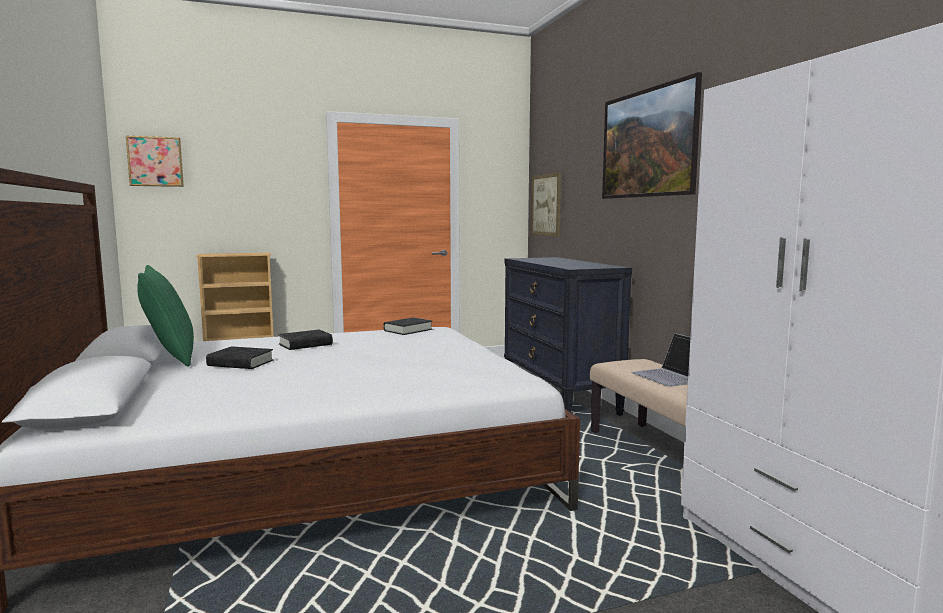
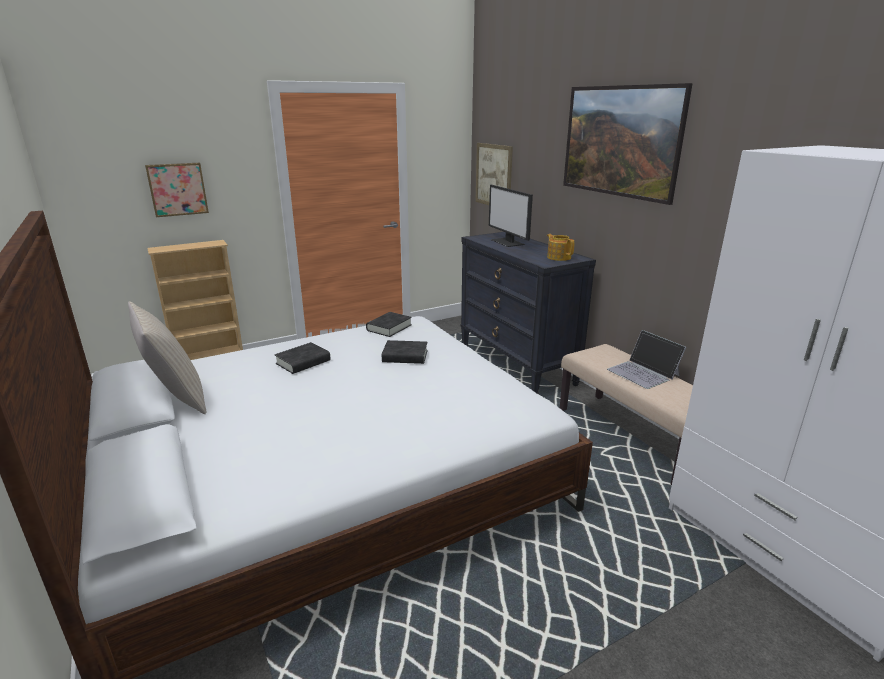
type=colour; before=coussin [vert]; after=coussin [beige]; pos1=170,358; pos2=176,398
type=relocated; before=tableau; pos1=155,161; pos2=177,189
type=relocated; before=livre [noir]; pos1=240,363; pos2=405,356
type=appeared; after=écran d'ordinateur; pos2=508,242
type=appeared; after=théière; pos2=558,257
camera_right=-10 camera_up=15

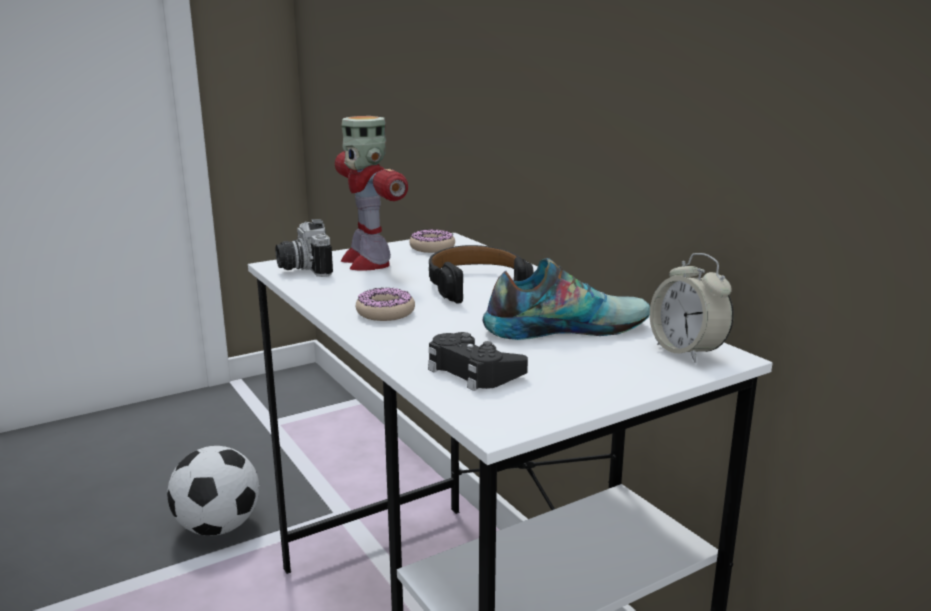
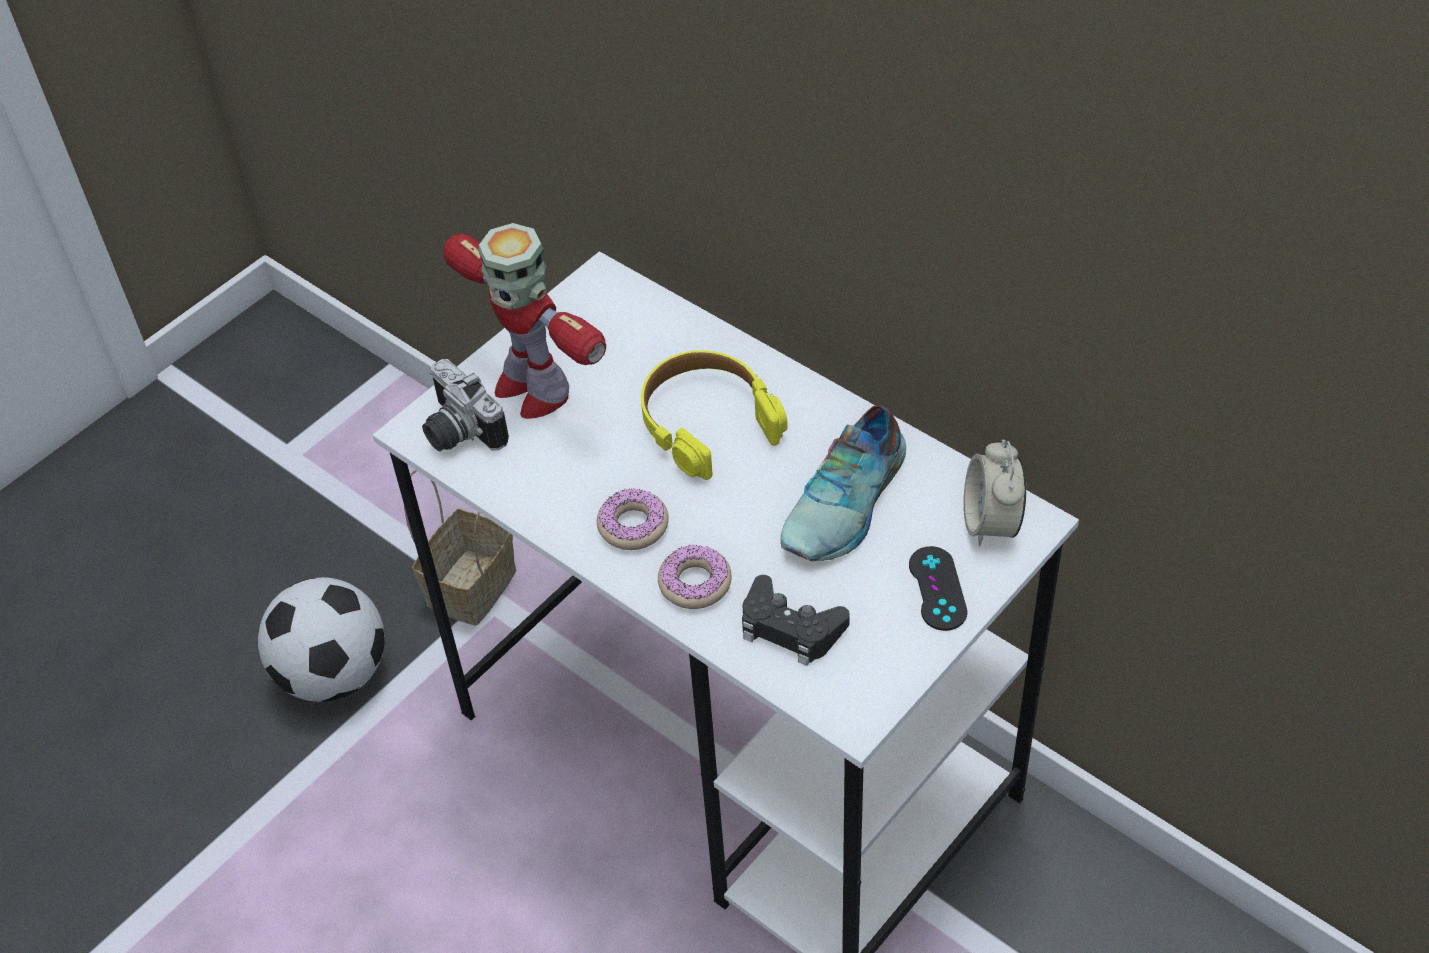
type=appeared; after=panier; pos2=471,590
type=colour; before=casque audio [noir]; after=casque audio [jaune]; pos1=477,285; pos2=707,422
type=relocated; before=beignet; pos1=432,248; pos2=695,583
type=spun; before=chaussure; pos1=564,327; pos2=848,503; turn=150
type=appeared; after=manette [noir]; pos2=937,588
type=spun; before=réveil; pos1=686,351; pos2=991,523; turn=45
camera_right=-15 camera_up=30

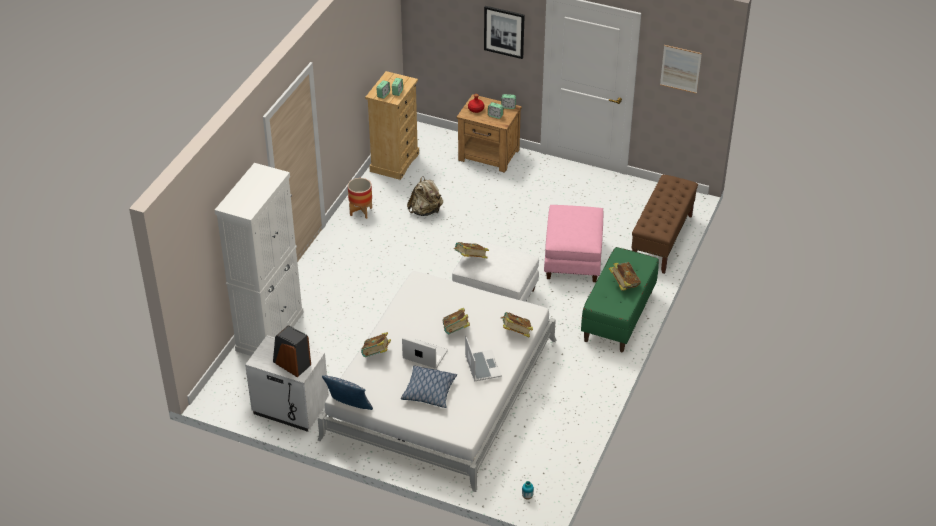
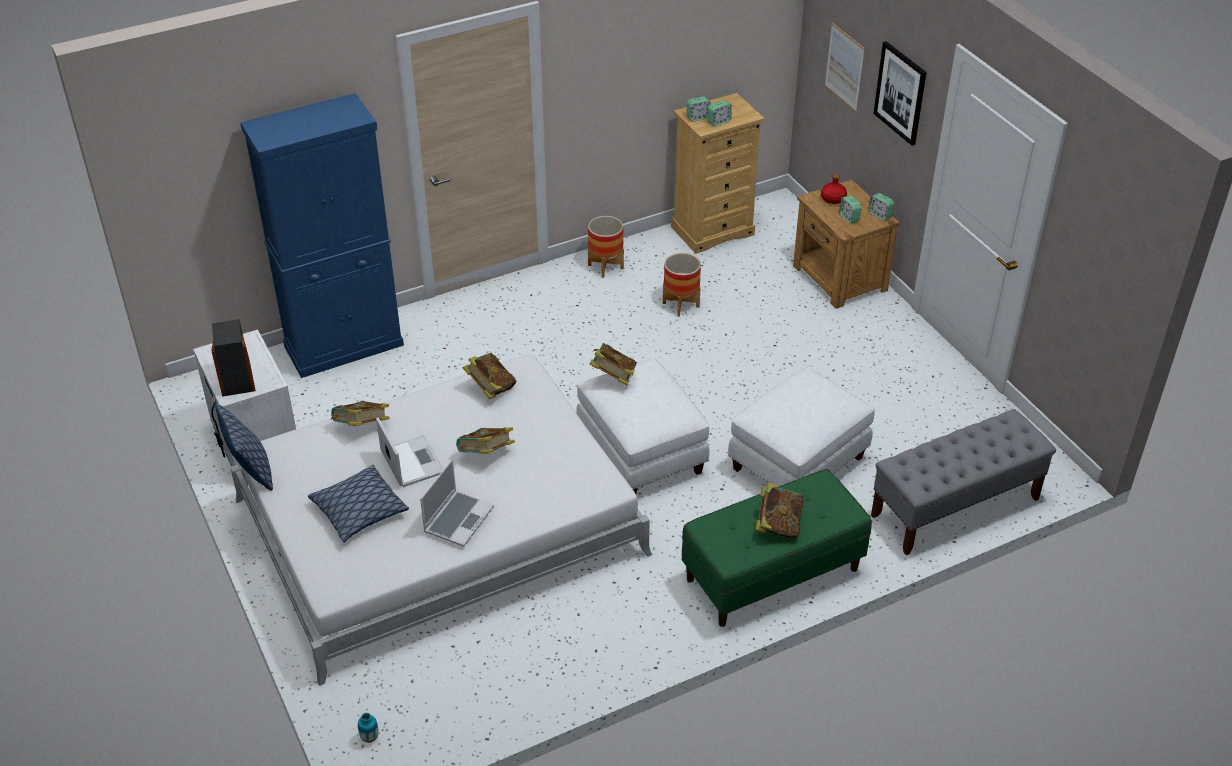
type=colour; before=meuble de rangement [blanc]; after=meuble de rangement [bleu]; pos1=270,331; pos2=344,346
type=relocated; before=livre; pos1=516,333; pos2=490,388
type=exchanged; before=sac à dos [beige]; after=cache-pot; pos1=425,211; pos2=681,305
type=colour; before=pouf [rose]; after=pouf [blanc]; pos1=573,259; pos2=798,464
type=relocated; before=tableau; pos1=680,69; pos2=844,67
type=colour; before=banc [marron]; after=banc [gris]; pos1=662,240; pos2=954,507
camera_right=40 camera_up=0

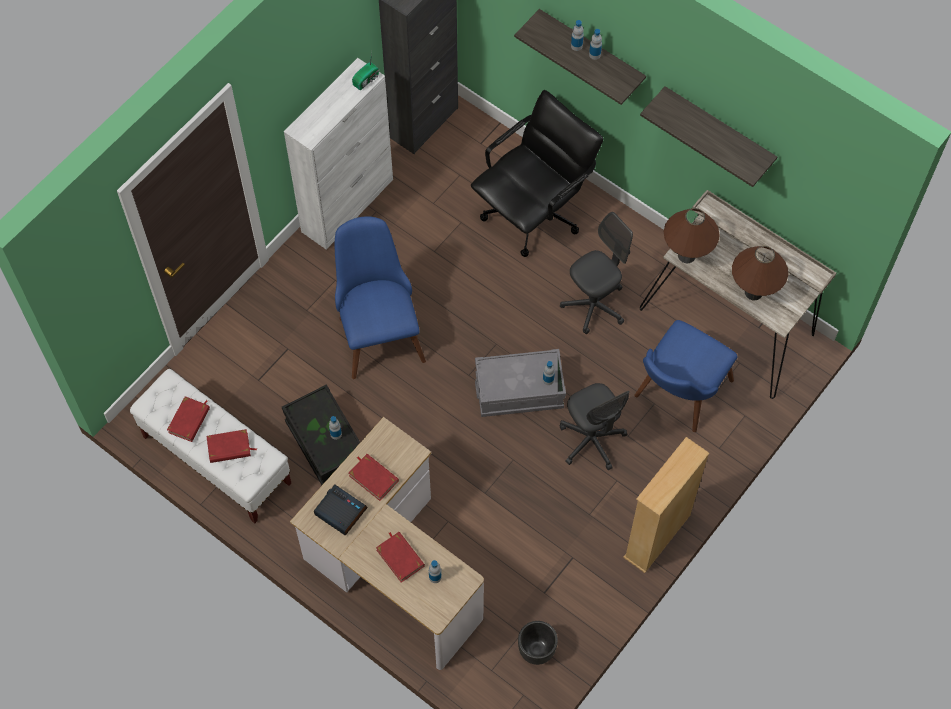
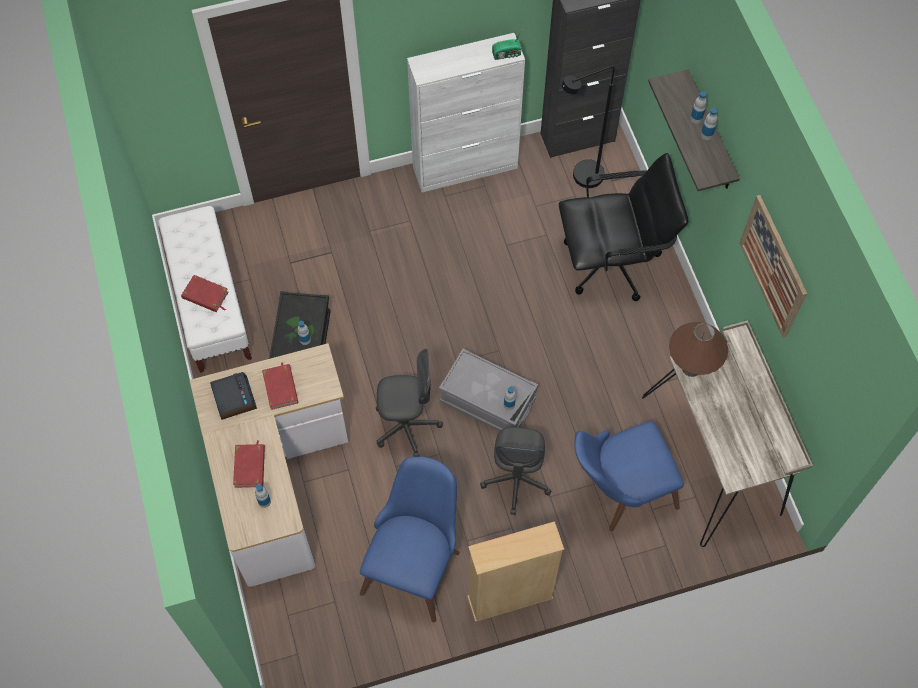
type=relocated; before=chaise [bleu]; pos1=377,329; pos2=415,560
type=relocated; before=chaise de bureau [gris]; pos1=594,305; pos2=406,427
type=appeared; after=lampadaire [noir]; pos2=580,179
type=exchanged; before=étagère; after=tableau; pos1=718,131; pos2=773,266
type=missing; before=livre [rouge]; pos1=189,420
type=missing; before=cache-pot [noir]; pos1=537,649
type=missing; before=lampe de table [marron]; pos1=753,292
camera_right=35 camera_up=0

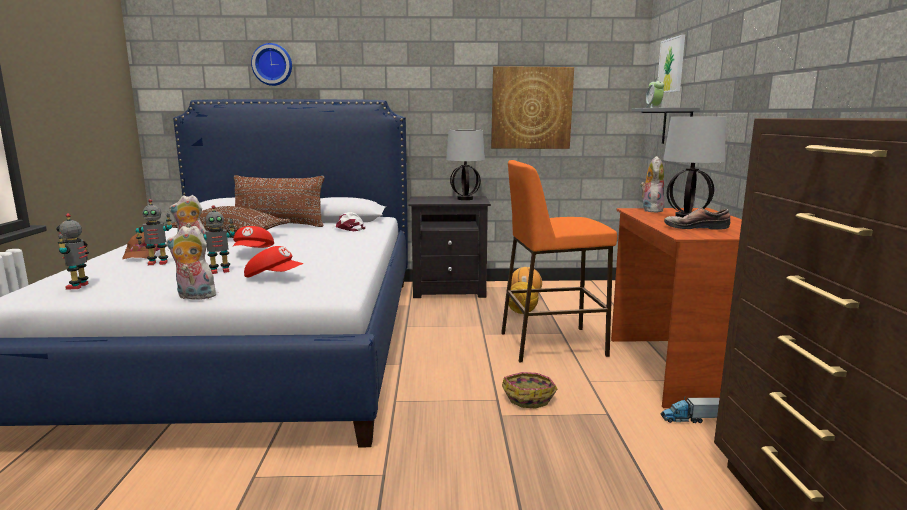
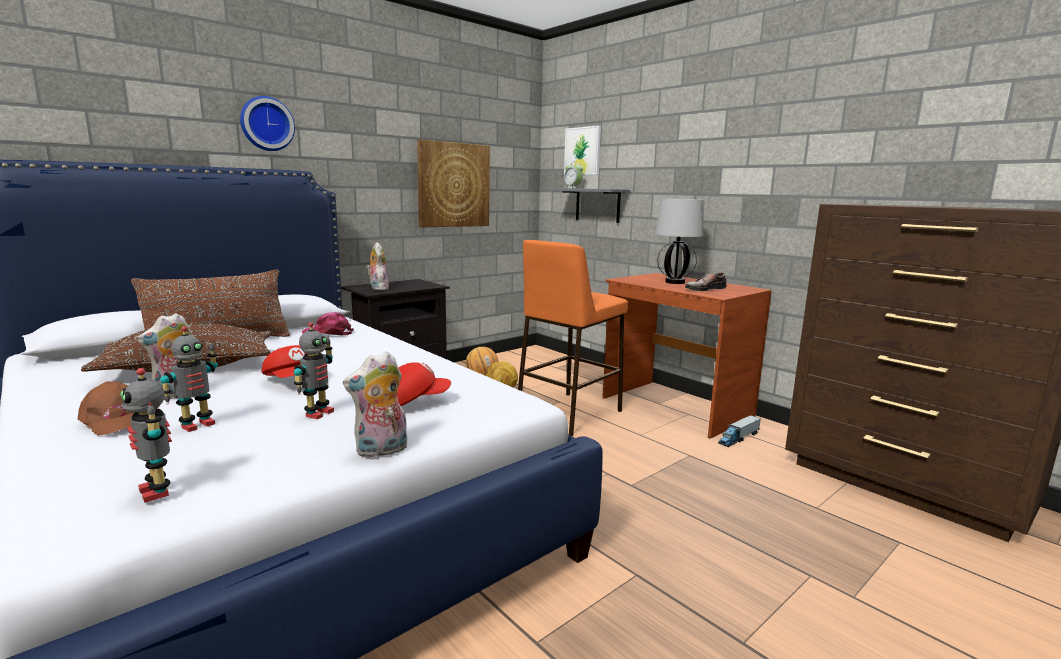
type=relocated; before=horloge murale; pos1=272,64; pos2=266,124
type=colour; before=casquette [blanc]; after=casquette [rose]; pos1=348,228; pos2=328,333
type=relocated; before=peluche; pos1=650,210; pos2=378,288
type=missing; before=lampe de table; pos1=465,199
type=missing; before=panier; pos1=529,397
camera_right=-40 camera_up=0

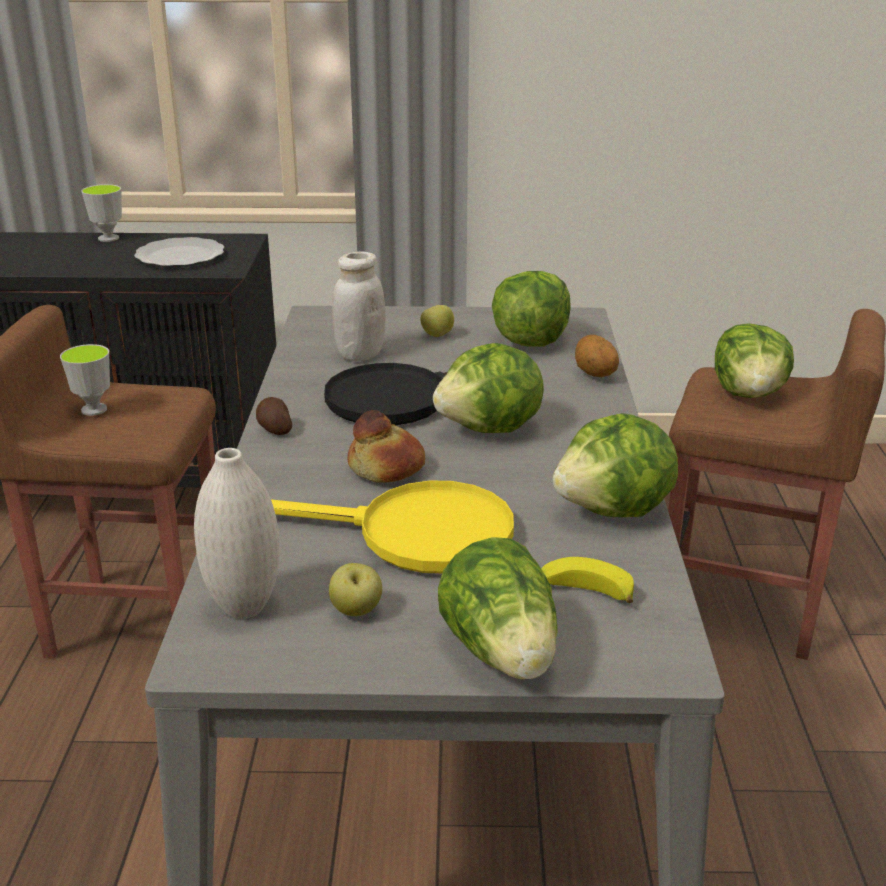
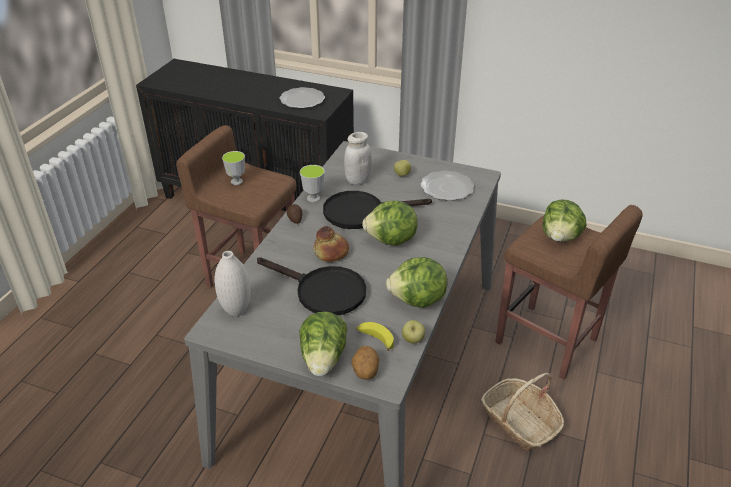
type=colour; before=poêle [jaune]; after=poêle [noir]; pos1=413,534; pos2=322,291
type=relocated; before=tasse; pos1=108,238; pos2=313,198
type=relocated; before=pomme de terre; pos1=594,375; pos2=365,372
type=relocated; before=pomme; pos1=356,611; pos2=413,340
type=exchanged; before=laitue; after=assiette; pos1=530,341; pos2=446,188
type=appeared; after=panier; pos2=520,422
camera_right=20 camera_up=10

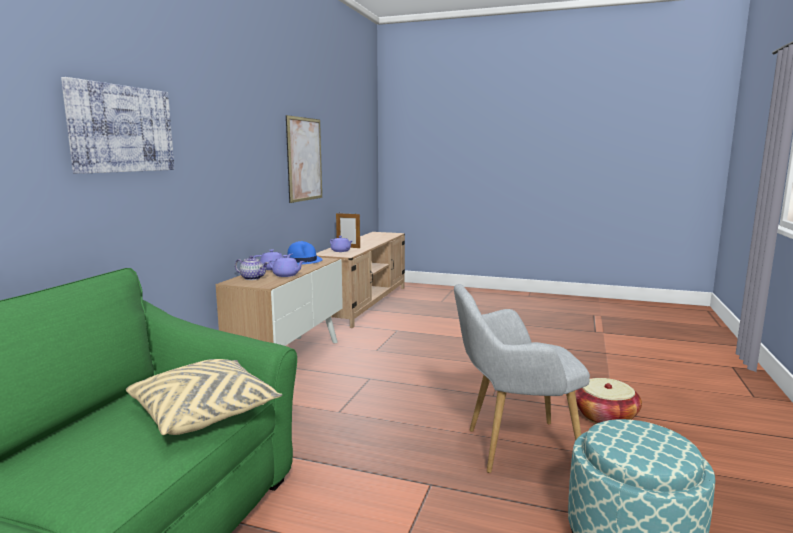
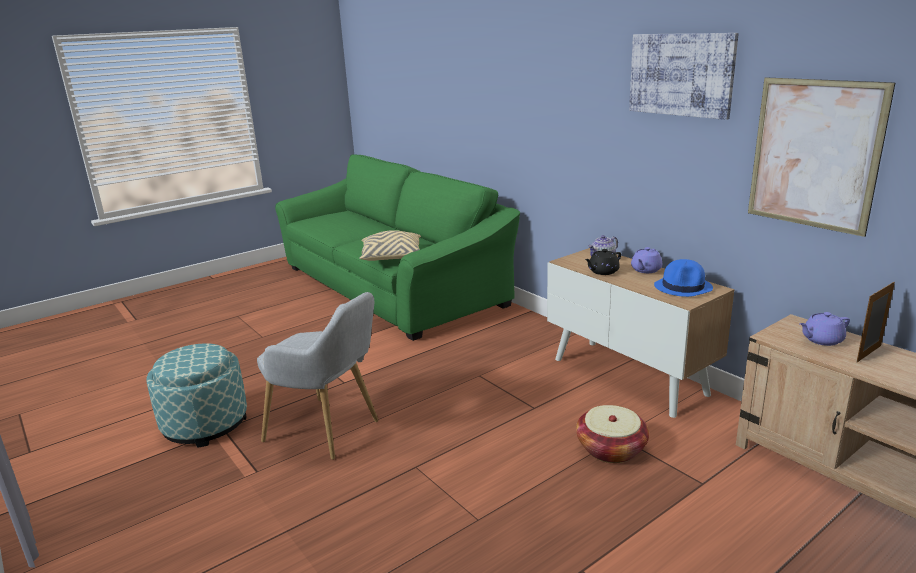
type=spun; before=fauteuil [gris]; pos1=513,448; pos2=329,431; turn=90
type=relocated; before=panier; pos1=605,416; pos2=611,449
type=colour; before=théière [violet]; after=théière [noir]; pos1=286,275; pos2=602,272
type=relocated; before=tableau; pos1=122,129; pos2=681,74
camera_right=125 camera_up=10

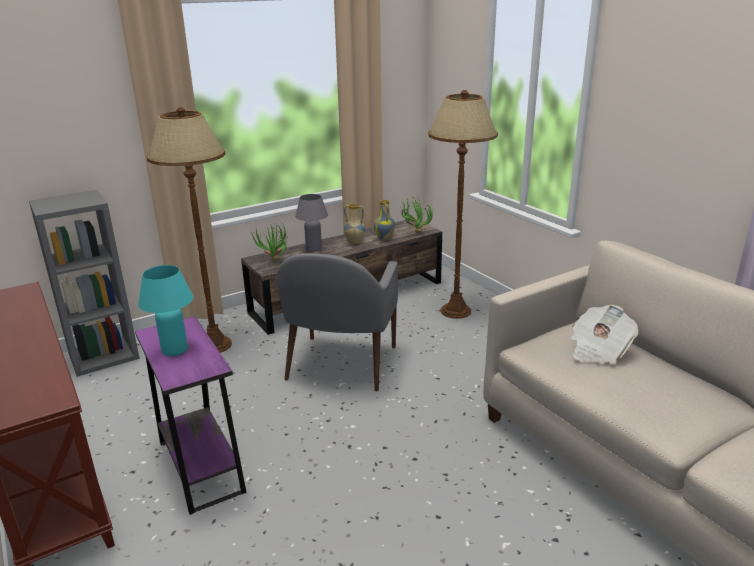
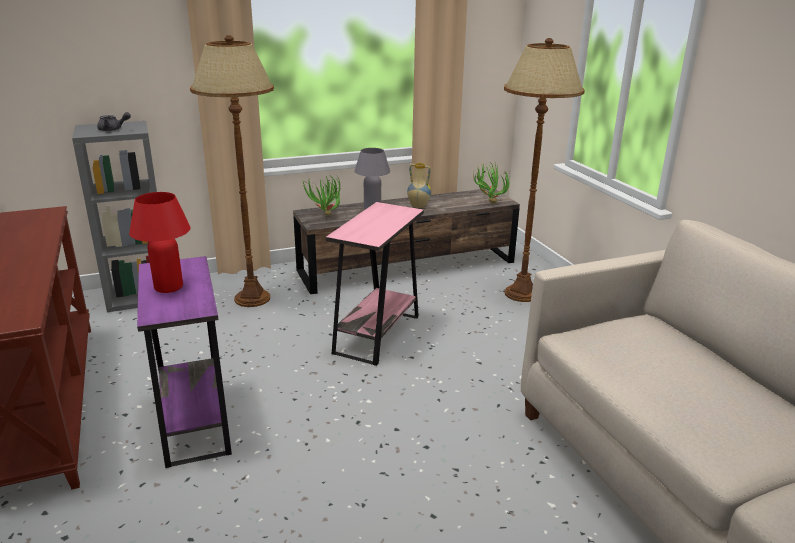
type=appeared; after=théière [gris]; pos2=113,130
type=colour; before=lampe de table [turquoise]; after=lampe de table [rouge]; pos1=175,350; pos2=168,287
type=exchanged; before=fauteuil [gris]; after=table d'appoint [rose]; pos1=341,364; pos2=377,334
type=missing; before=vase; pos1=385,238
type=missing; before=journal; pos1=598,350
camera_right=10 camera_up=0

